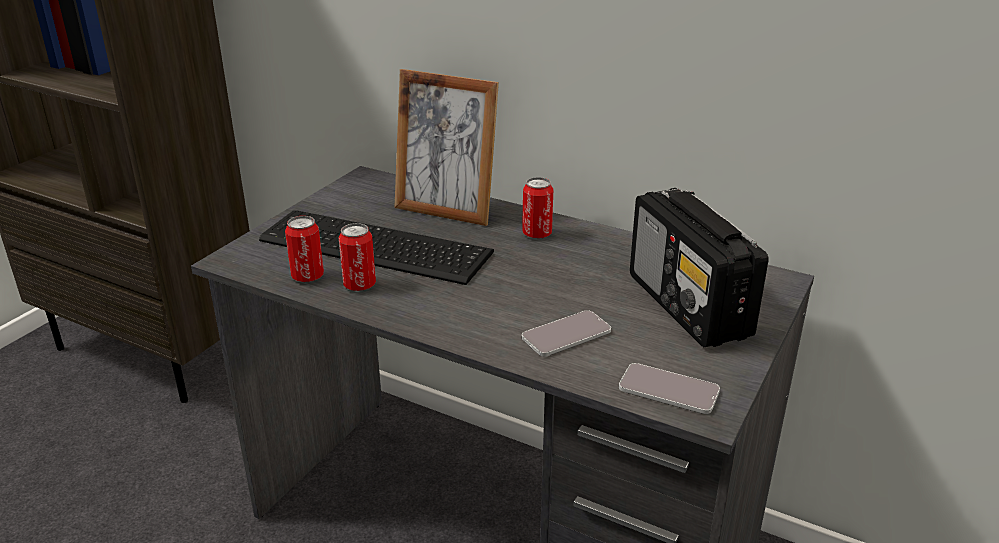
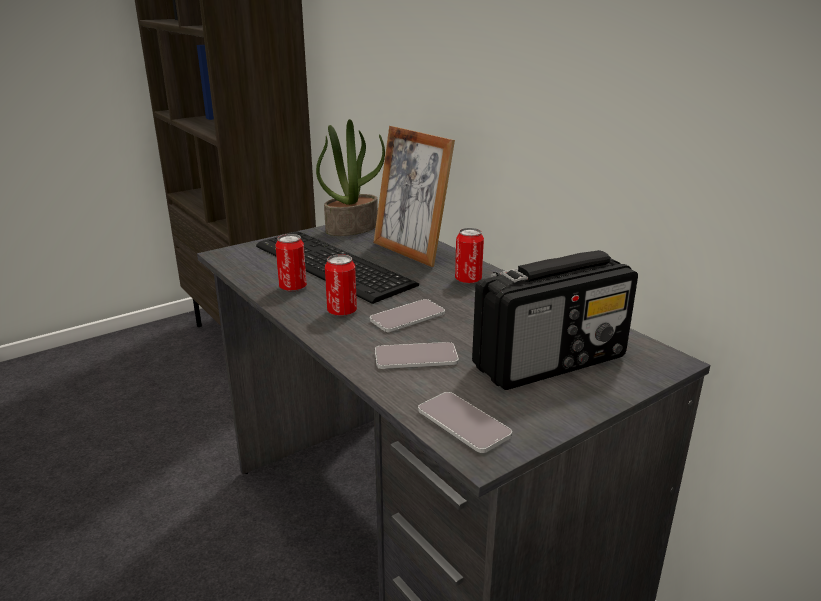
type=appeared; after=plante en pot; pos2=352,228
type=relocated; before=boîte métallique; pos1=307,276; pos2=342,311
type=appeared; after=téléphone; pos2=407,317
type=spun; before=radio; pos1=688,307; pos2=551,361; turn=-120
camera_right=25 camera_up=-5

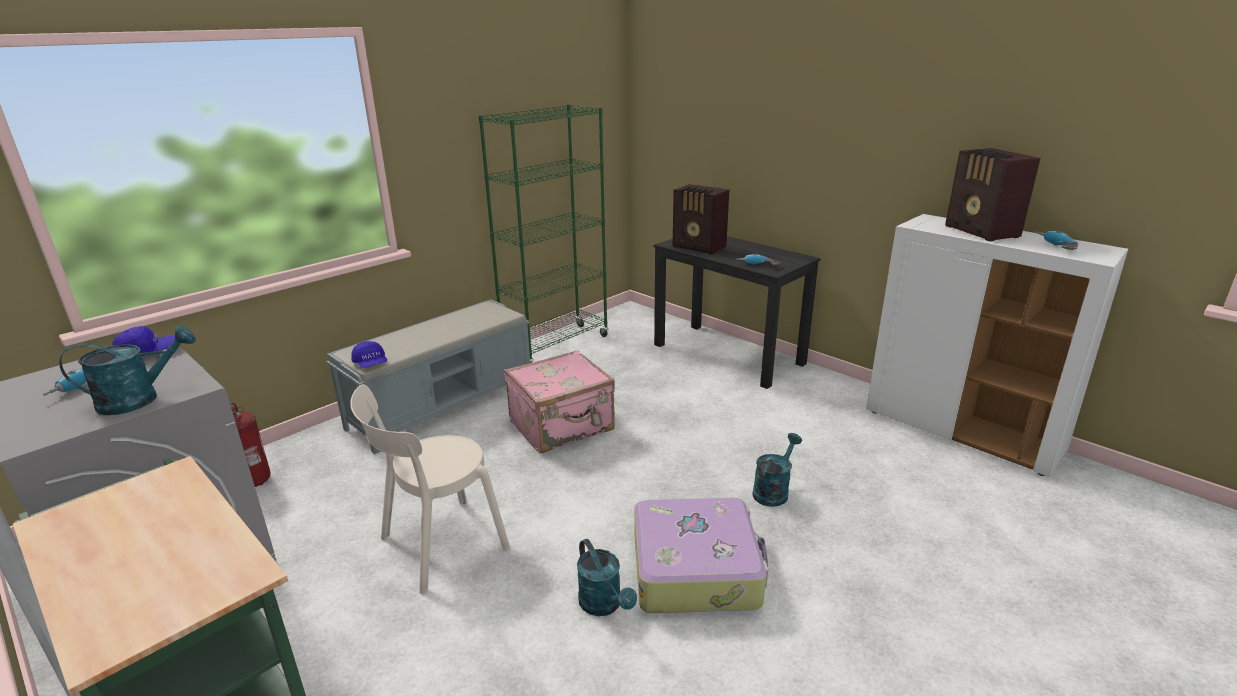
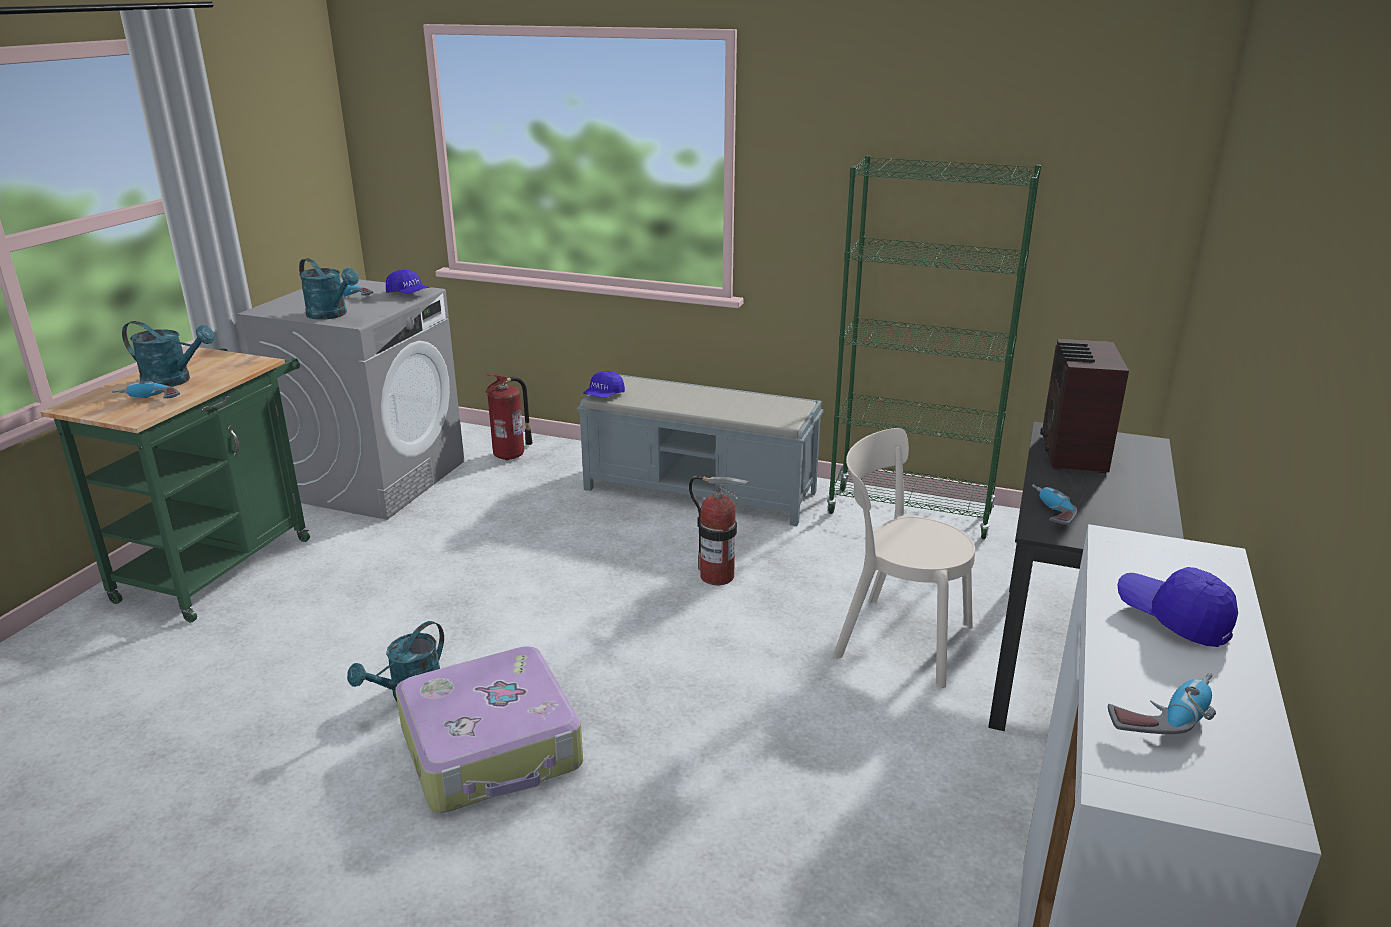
type=appeared; after=perceuse; pos2=148,400
type=relocated; before=arrosoir [turquoise]; pos1=773,491; pos2=174,381
type=exchanged; before=valise [rose]; after=extincteur; pos1=562,427; pos2=717,576
type=relocated; before=chaise [beige]; pos1=438,546; pos2=896,639
type=exchanged; before=radio; after=casquette [bleu]; pos1=981,232; pos2=1173,618
camera_right=65 camera_up=0

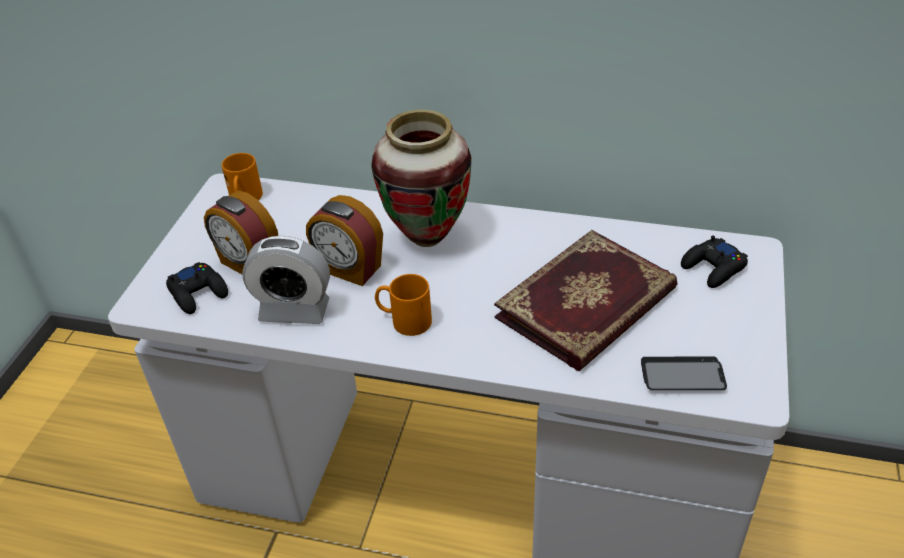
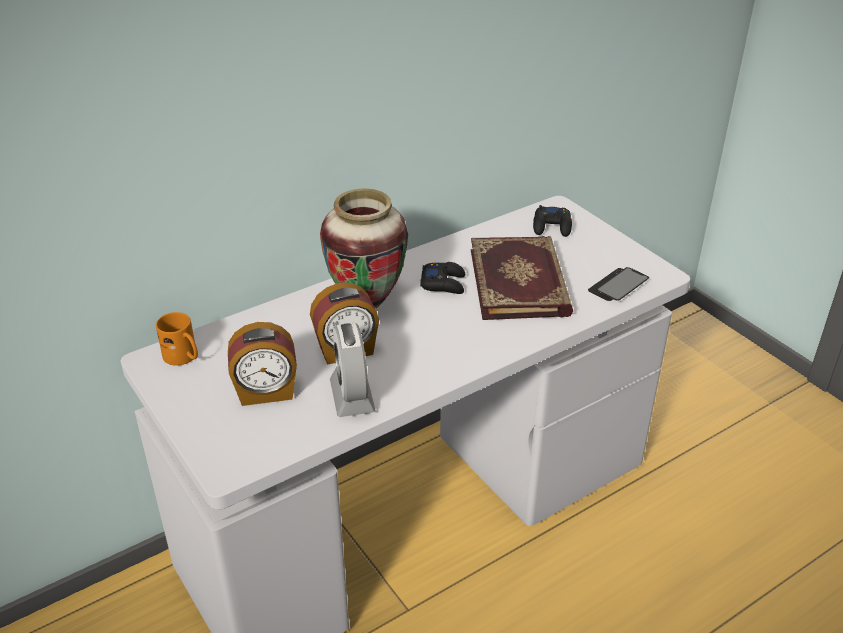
type=spun; before=réveil; pos1=294,310; pos2=352,396; turn=120
type=relocated; before=manette [noir]; pos1=198,293; pos2=443,283
type=missing; before=mug [orange]; pos1=404,321
camera_right=-50 camera_up=-5

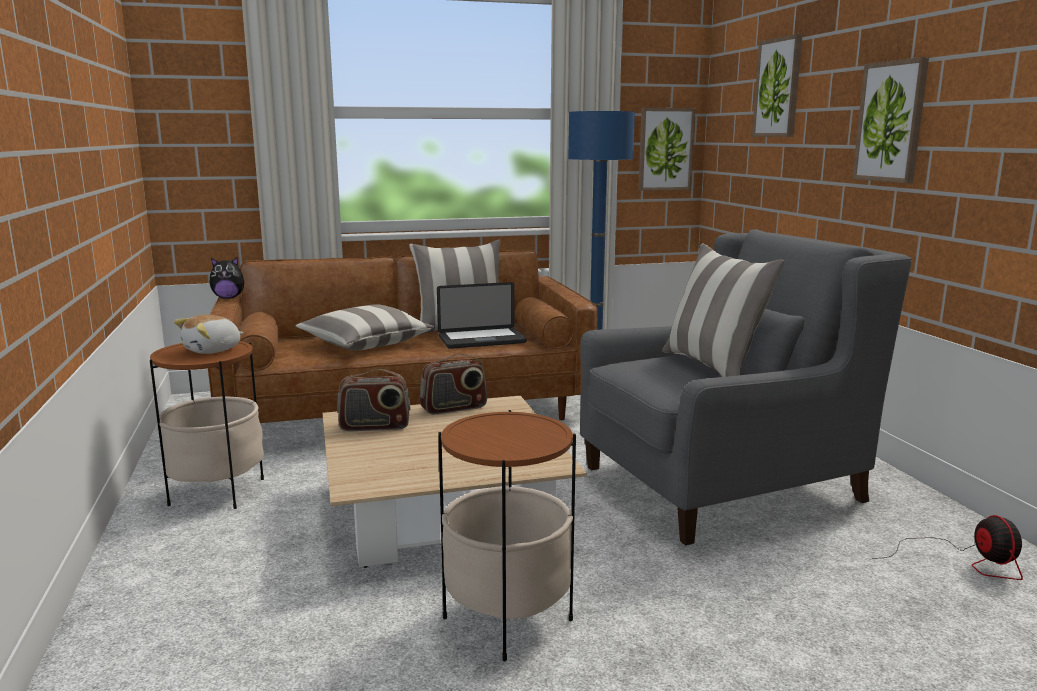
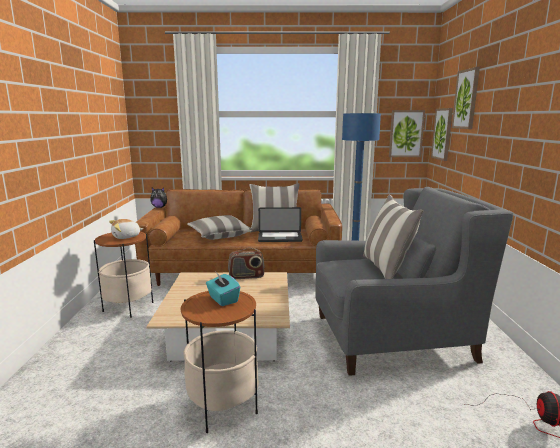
type=appeared; after=boîte à mouchoirs [turquoise]; pos2=223,299
type=relocated; before=tableau; pos1=891,122; pos2=442,134
type=missing; before=radio; pos1=374,426
camera_right=15 camera_up=0

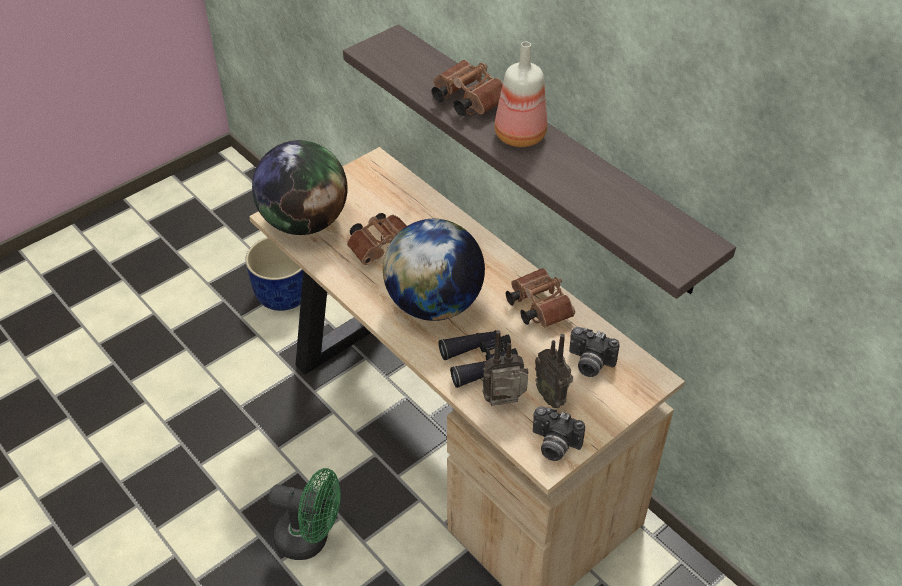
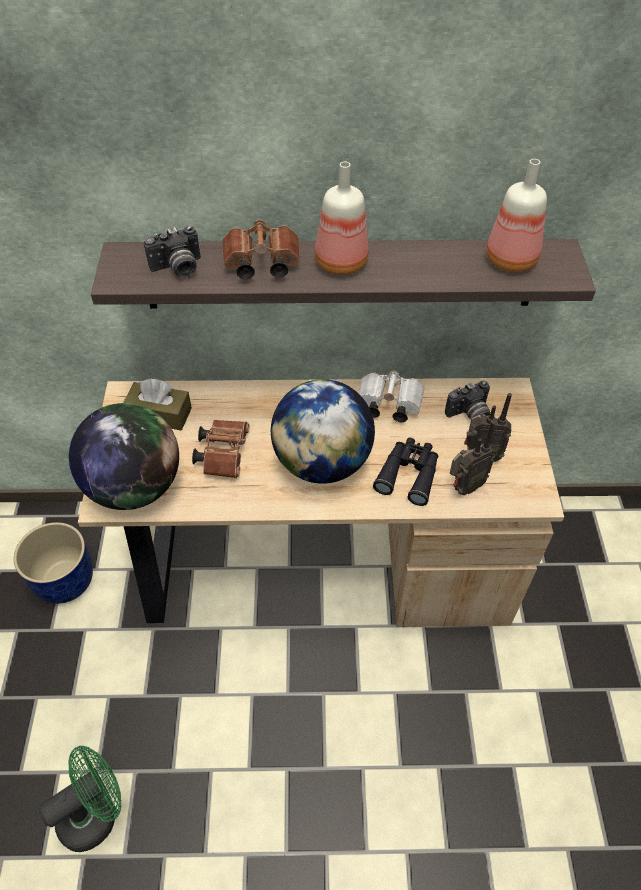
type=relocated; before=ventilateur [vert]; pos1=310,538; pos2=95,813
type=appeared; after=boîte à mouchoirs [marron]; pos2=159,414
type=relocated; before=appareil photo; pos1=553,445; pos2=178,269
type=colour; before=jumelles [marron]; after=jumelles [blanc]; pos1=537,306; pos2=387,404
type=spun; before=radio; pos1=505,404; pos2=464,487; turn=-150
type=appeared; after=bouteille; pos2=512,260
camera_right=-50 camera_up=5

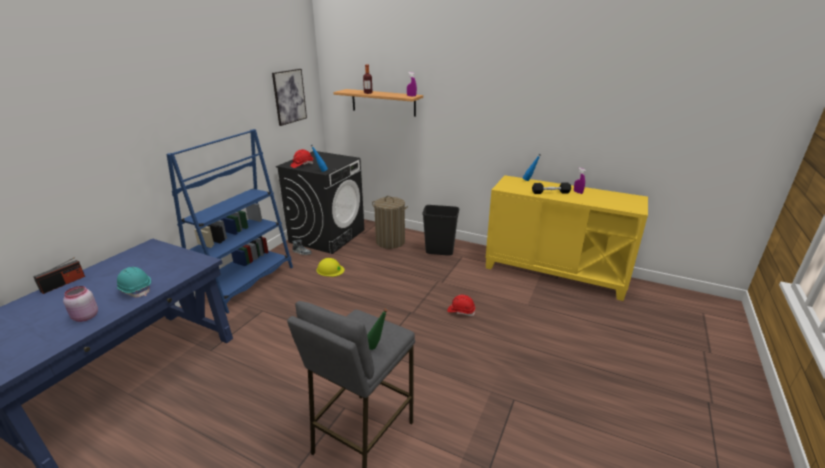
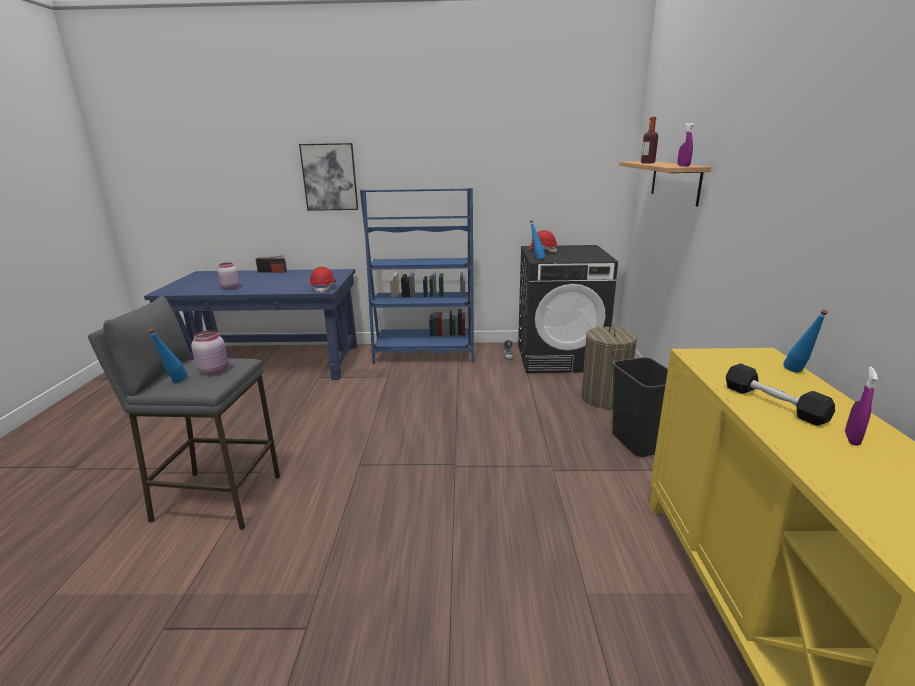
type=colour; before=bouteille [vert]; after=bouteille [bleu]; pos1=377,348; pos2=175,383
type=appeared; after=bocal [rose]; pos2=214,370
type=relocated; before=tableau; pos1=289,96; pos2=329,177
type=relocated; before=casque de chantier [rouge]; pos1=461,311; pos2=323,288
type=missing; before=casque de chantier [turquoise]; pos1=135,289
type=missing; before=casque de chantier [jaune]; pos1=330,270
camera_right=65 camera_up=-5

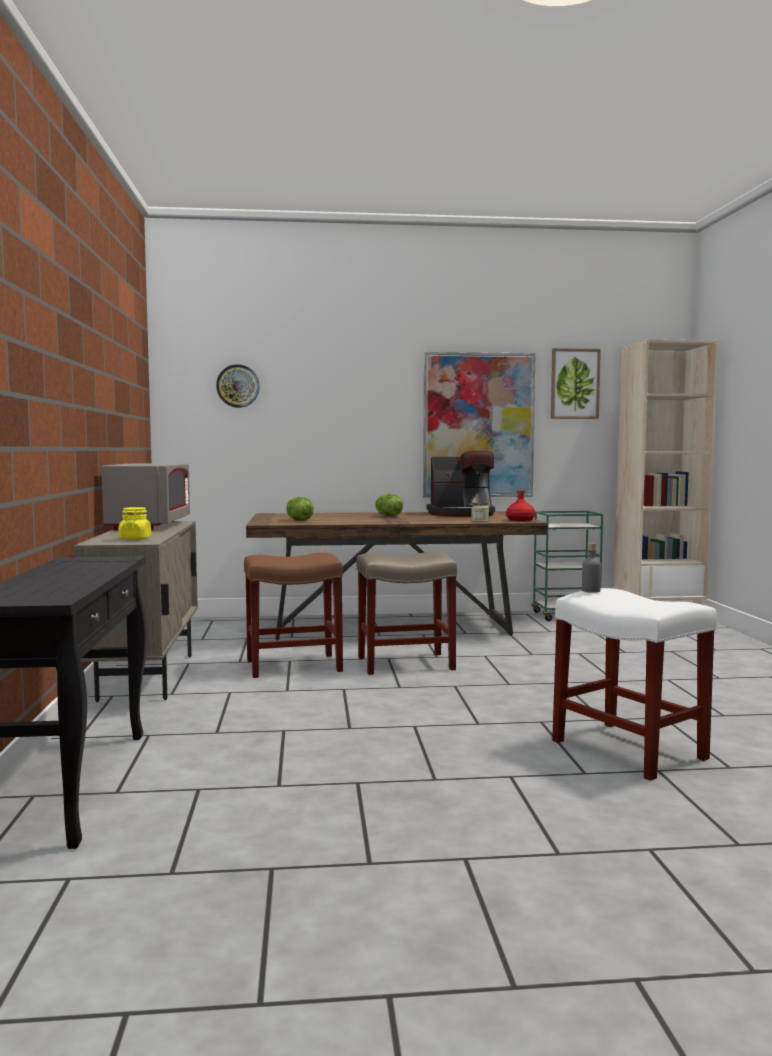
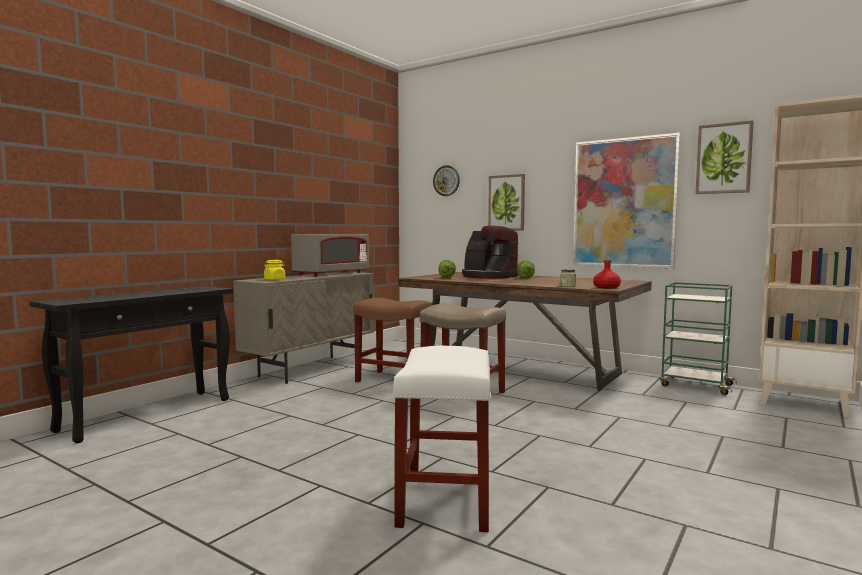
type=relocated; before=machine à café; pos1=462,514; pos2=488,276
type=appeared; after=tableau; pos2=506,203
type=missing; before=bouteille [gris]; pos1=591,591
camera_right=40 camera_up=0

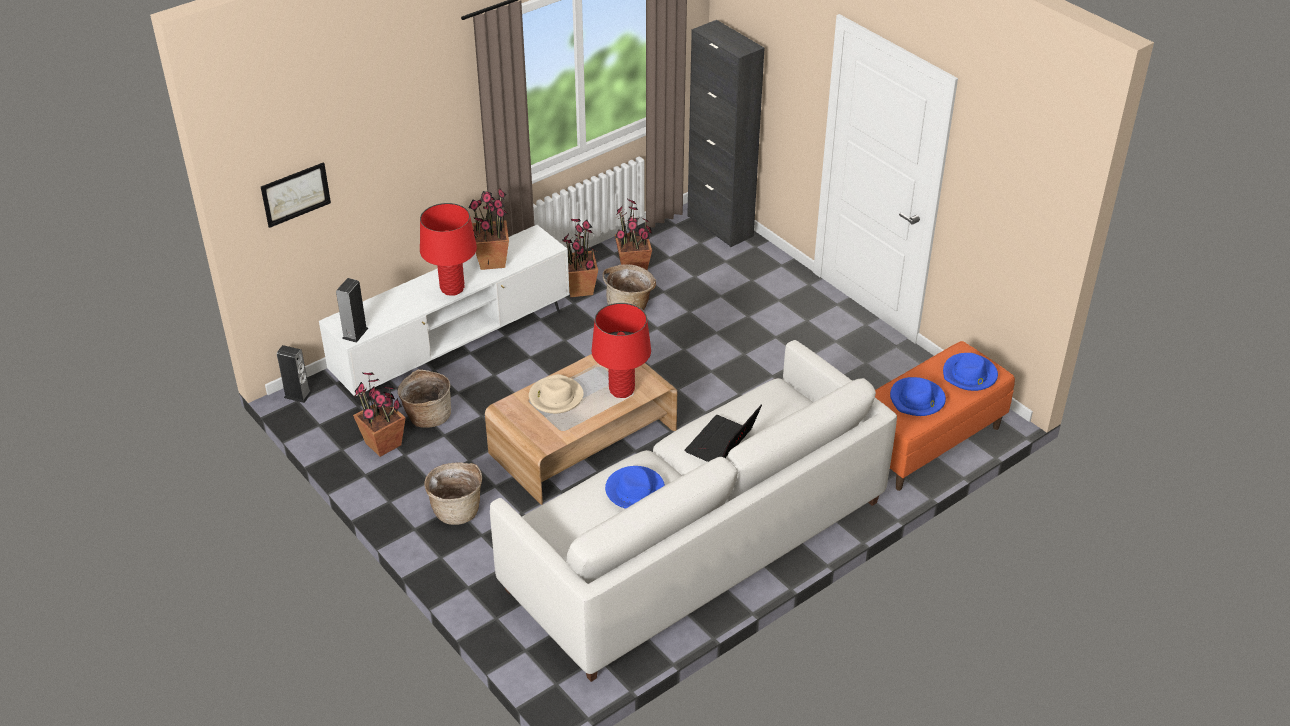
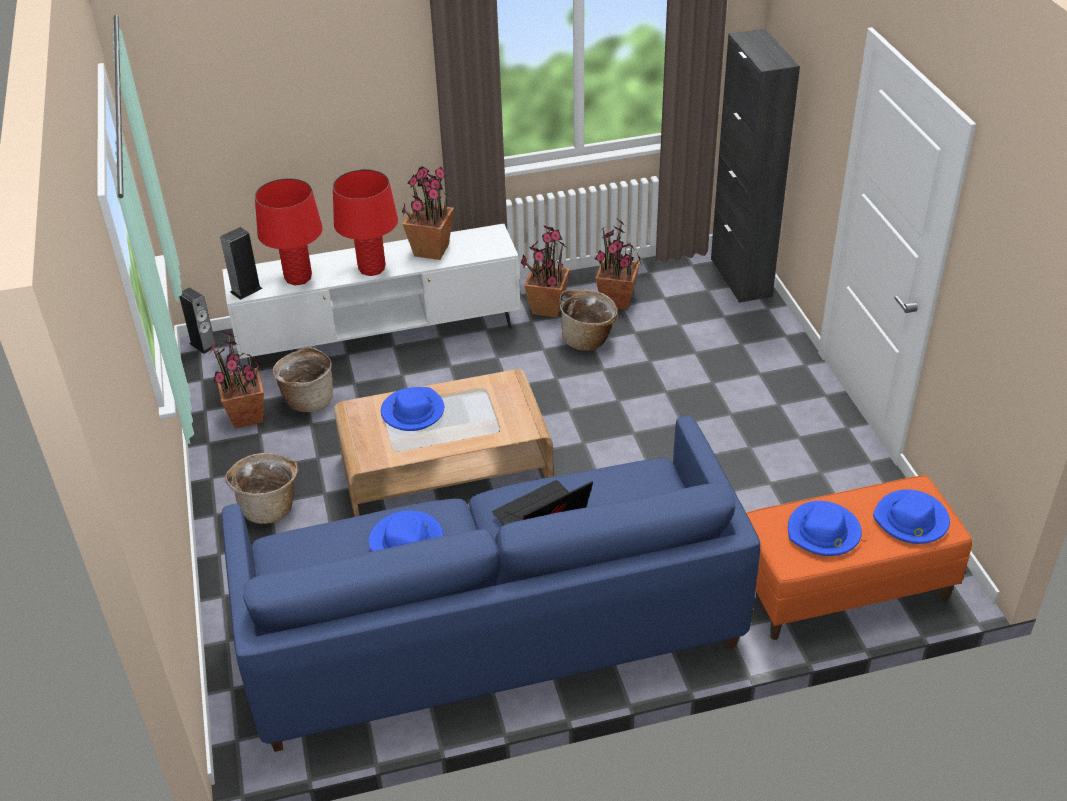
type=colour; before=canapé [blanc]; after=canapé [bleu]; pos1=695,545; pos2=491,629
type=relocated; before=lampe de table [rouge]; pos1=621,390; pos2=298,278
type=colour; before=chapeau [beige]; after=chapeau [bleu]; pos1=555,397; pos2=412,412
type=missing; before=tableau; pos1=295,194
camera_right=25 camera_up=0

